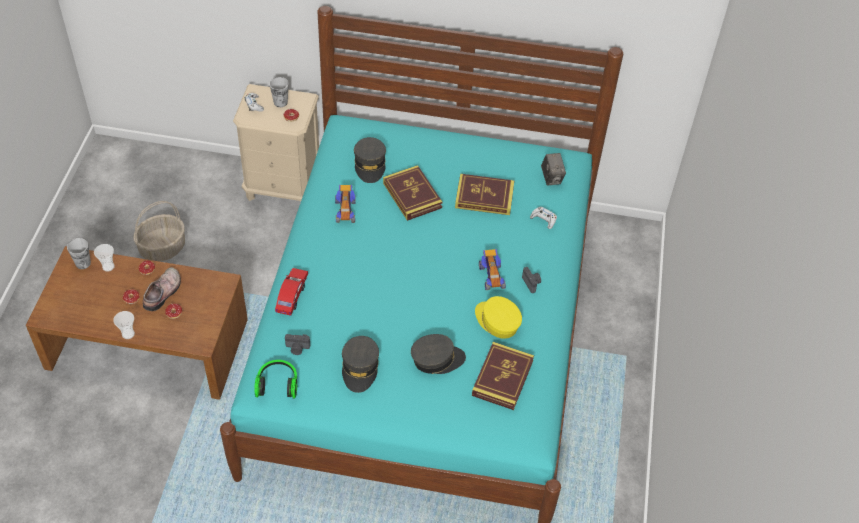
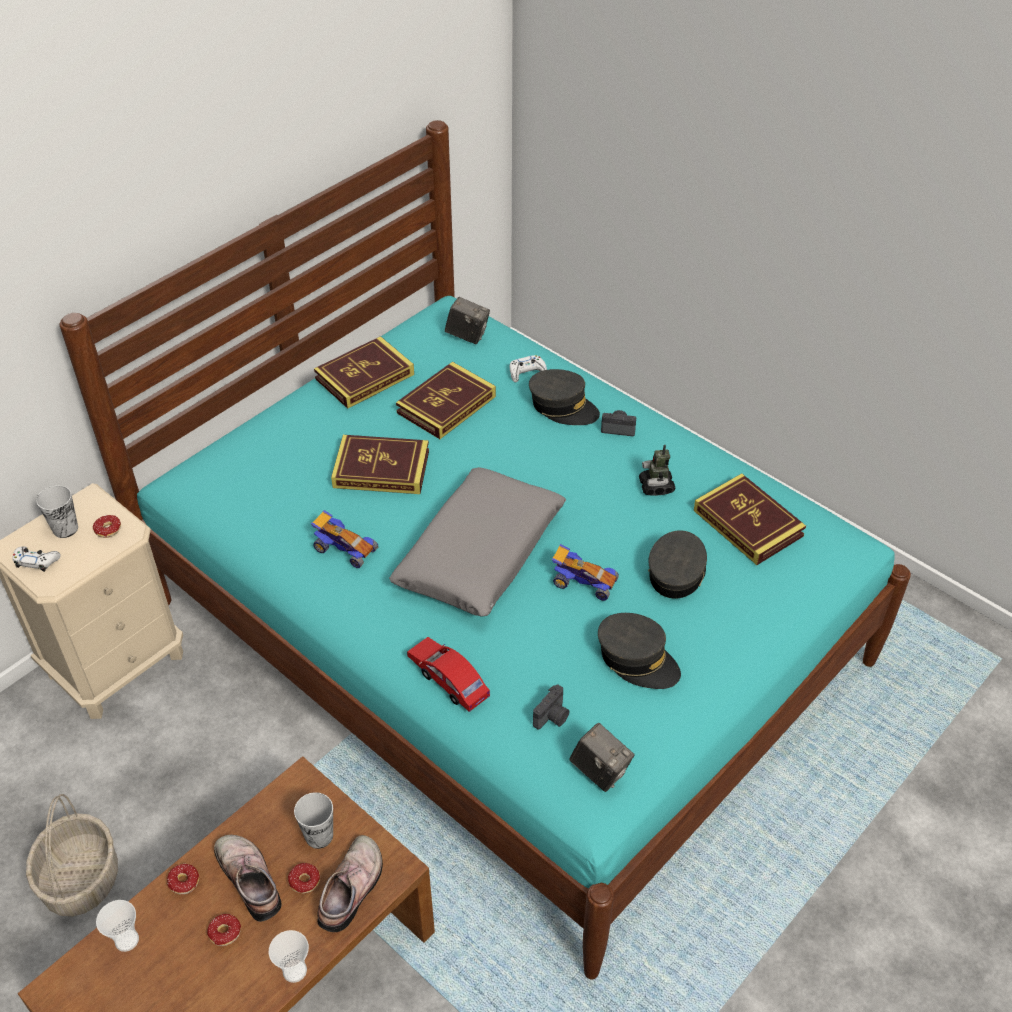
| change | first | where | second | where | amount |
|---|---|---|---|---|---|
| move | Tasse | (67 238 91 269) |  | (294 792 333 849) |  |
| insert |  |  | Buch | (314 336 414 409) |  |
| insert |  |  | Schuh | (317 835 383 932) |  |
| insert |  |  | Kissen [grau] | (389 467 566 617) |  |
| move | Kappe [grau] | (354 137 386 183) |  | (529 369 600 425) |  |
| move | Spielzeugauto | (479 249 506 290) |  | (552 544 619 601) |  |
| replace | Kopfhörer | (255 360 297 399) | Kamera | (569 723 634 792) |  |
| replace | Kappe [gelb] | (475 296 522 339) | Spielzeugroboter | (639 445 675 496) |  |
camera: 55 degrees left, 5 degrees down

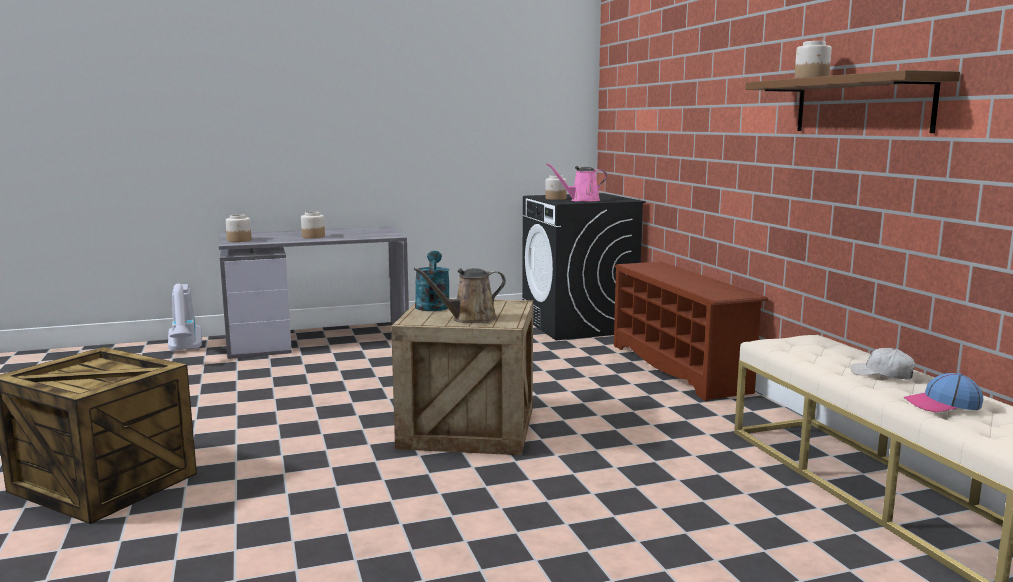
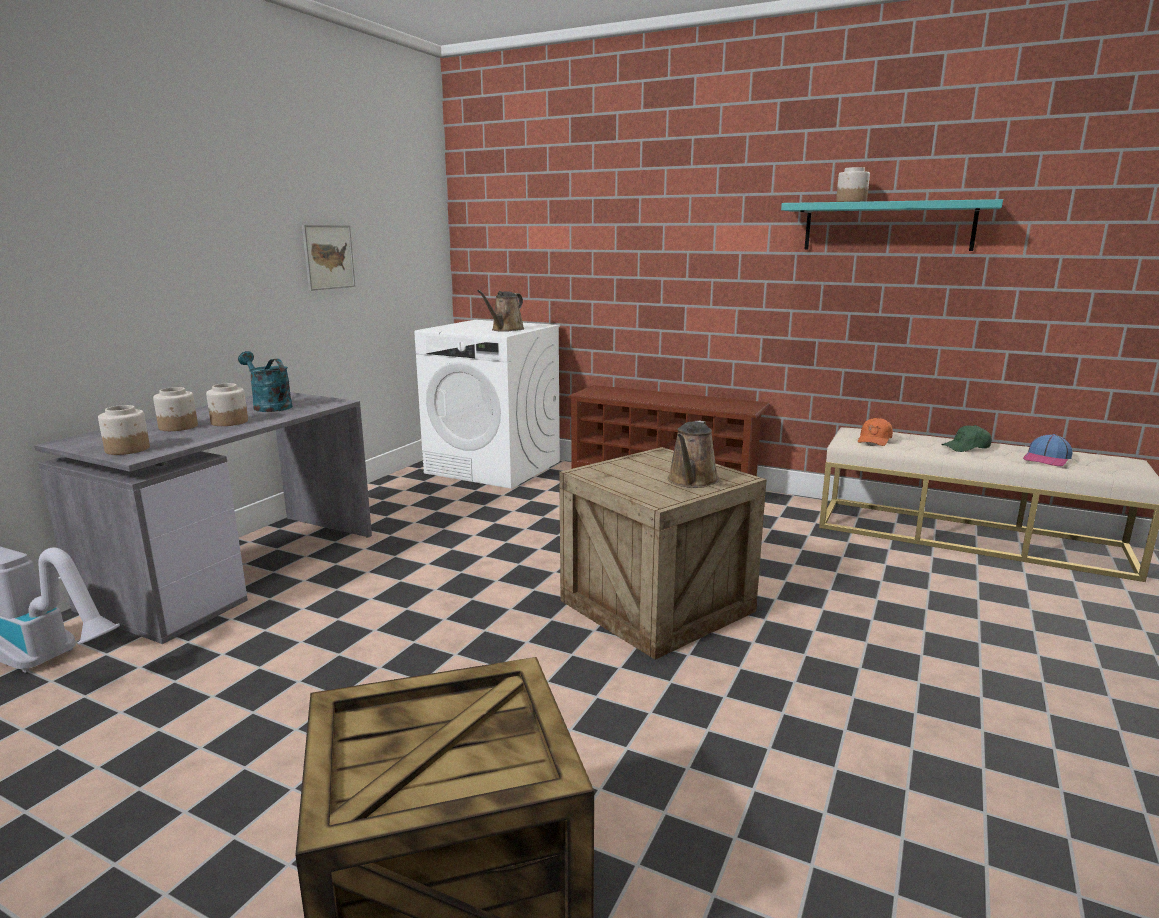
| change | first | where | second | where | amount |
|---|---|---|---|---|---|
| move | Vorratsglas | (545 175 567 200) |  | (153 387 198 431) |  |
| move | Gießkanne [türkis] | (415 251 449 311) |  | (238 351 293 412) |  |
| insert |  |  | Bild | (302 225 355 291) |  |
| recolor | Waschmaschine [schwarz] | (522 193 646 340) | Waschmaschine [weiß] | (414 320 560 489) |  |
| recolor | Gießkanne [rosa] | (546 163 607 201) | Gießkanne [braun] | (477 290 525 332) |  |
| recolor | Wandregal [braun] | (745 70 960 133) | Wandregal [türkis] | (781 199 1003 251) |  |
| insert |  |  | Kappe [orange] | (858 417 893 446) |  |
| recolor | Kappe [weiß] | (850 348 915 379) | Kappe [grün] | (941 425 992 452) |  |
camera: 45 degrees left, 5 degrees up

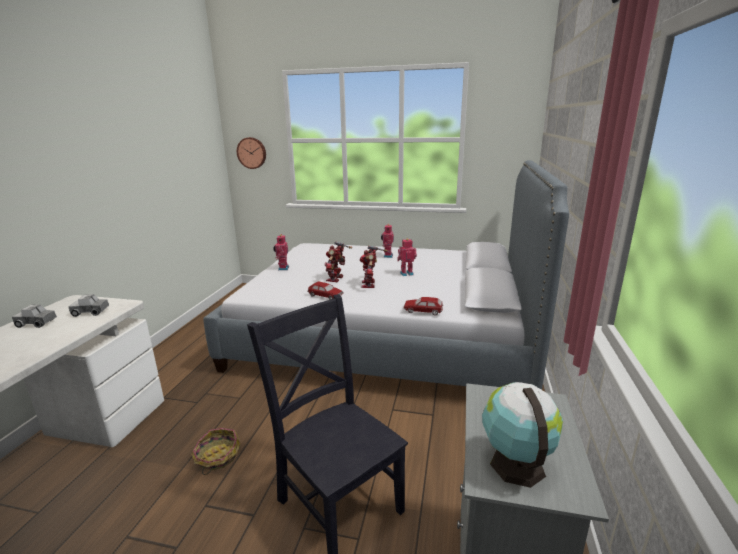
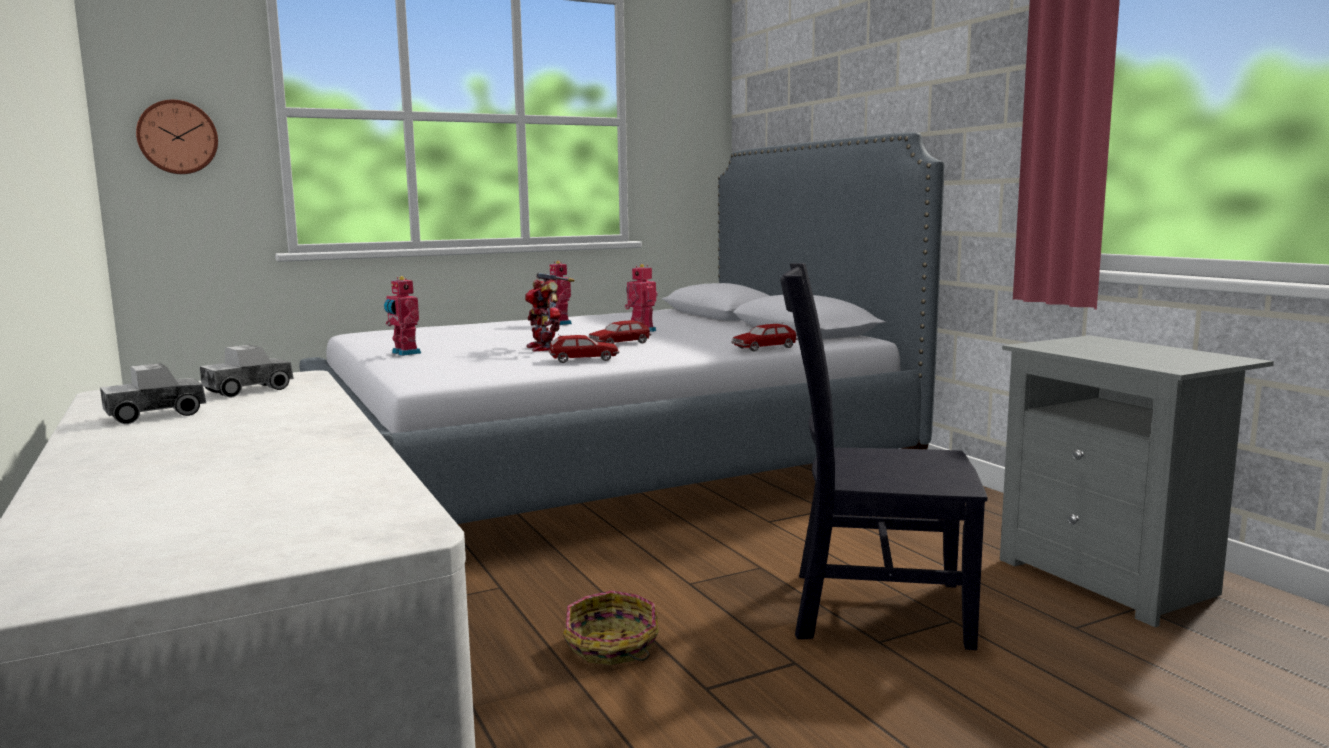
| change | first | where | second | where | amount |
|---|---|---|---|---|---|
| replace | Spielzeugroboter | (360 246 388 288) | Spielzeugauto | (589 319 652 344) |  |
| delete | Globus | (482 382 563 488) |  |  |  |
camera: 40 degrees left, 10 degrees down

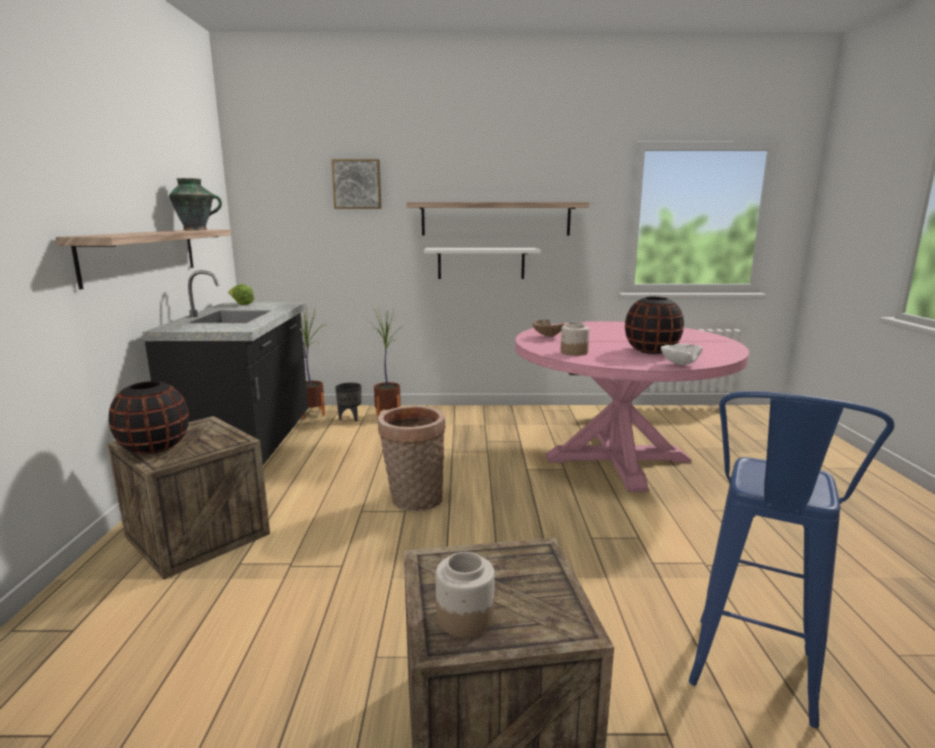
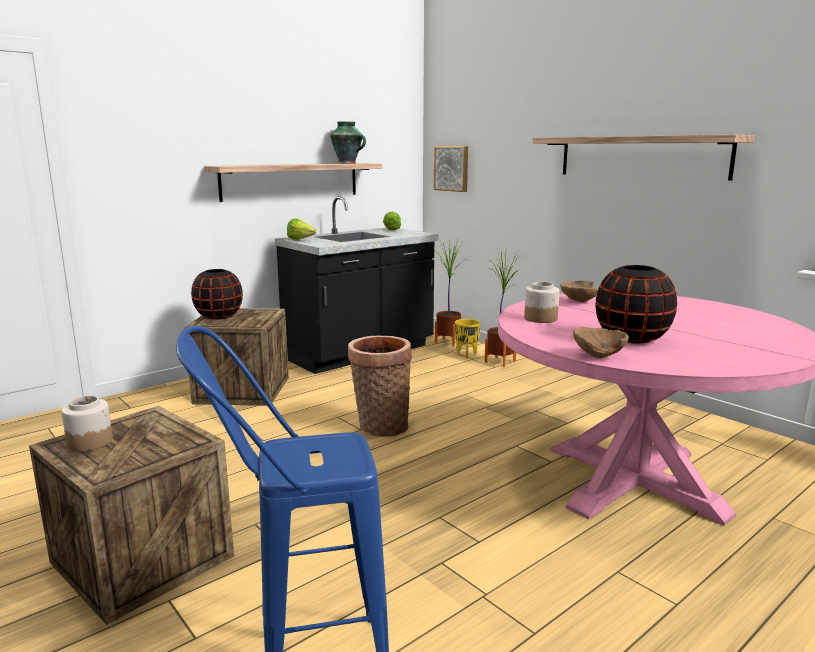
| change | first | where | second | where | amount |
|---|---|---|---|---|---|
| insert |  |  | Salatkopf | (287 219 317 240) |  |
| move | Bild | (331 159 381 209) |  | (434 146 468 192) |  |
| recolor | Pflanzkübel [schwarz] | (335 383 361 422) | Pflanzkübel [gelb] | (455 319 480 358) |  |
| recolor | Schüssel [weiß] | (661 344 703 366) | Schüssel [braun] | (573 327 629 358) |  |
| delete | Wandregal [weiß] | (424 248 541 279) |  |  |  |
camera: 50 degrees right, 0 degrees up

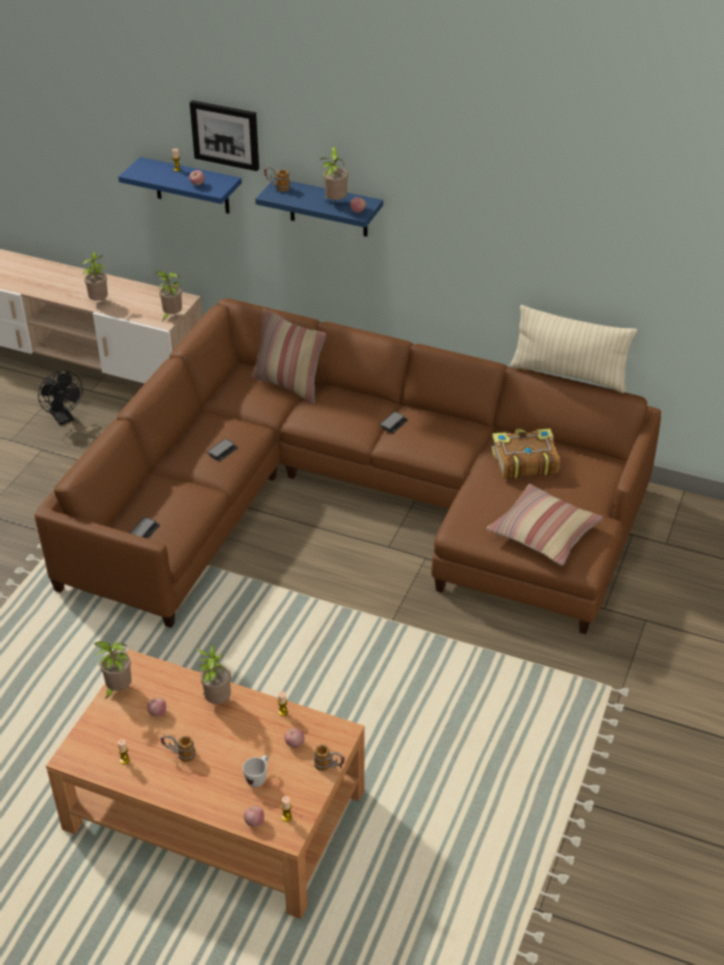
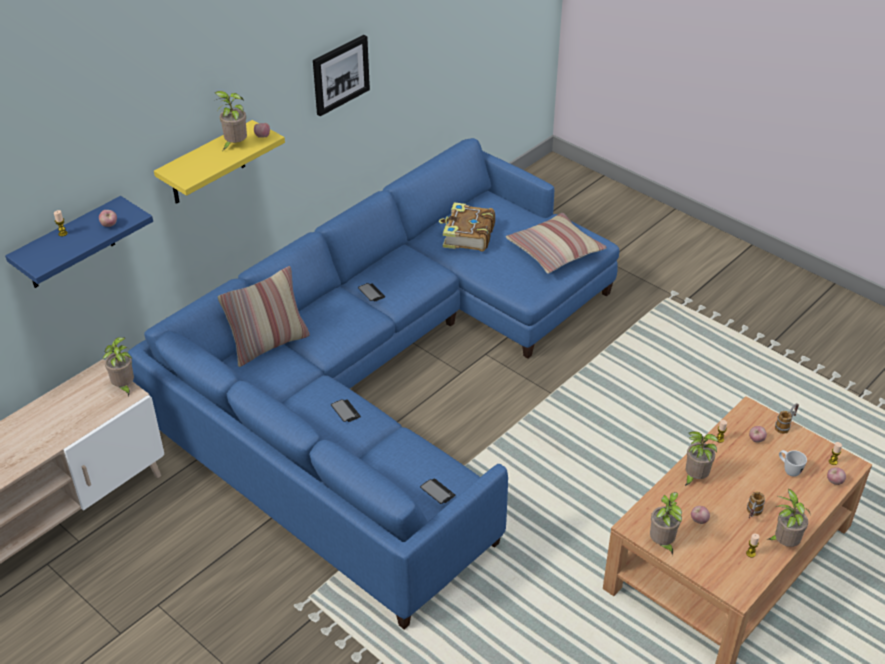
| change | first | where | second | where | amount |
|---|---|---|---|---|---|
| recolor | Sofa [braun] | (34 298 661 634) | Sofa [blau] | (127 138 620 630) |  |
| recolor | Wandregal [blau] | (255 178 383 237) | Wandregal [gelb] | (154 120 285 204) |  |
| move | Bild | (189 100 259 171) |  | (313 35 370 116) |  |
| move | Topfpflanze | (82 252 108 301) |  | (767 489 810 547) |  |
| delete | Ventilator [schwarz] | (38 371 83 425) |  |  |  |
| delete | Henkelbecher | (264 166 290 192) |  |  |  |
| delete | Kissen [beige] | (509 305 637 393) |  |  |  |
camera: 70 degrees left, 0 degrees up

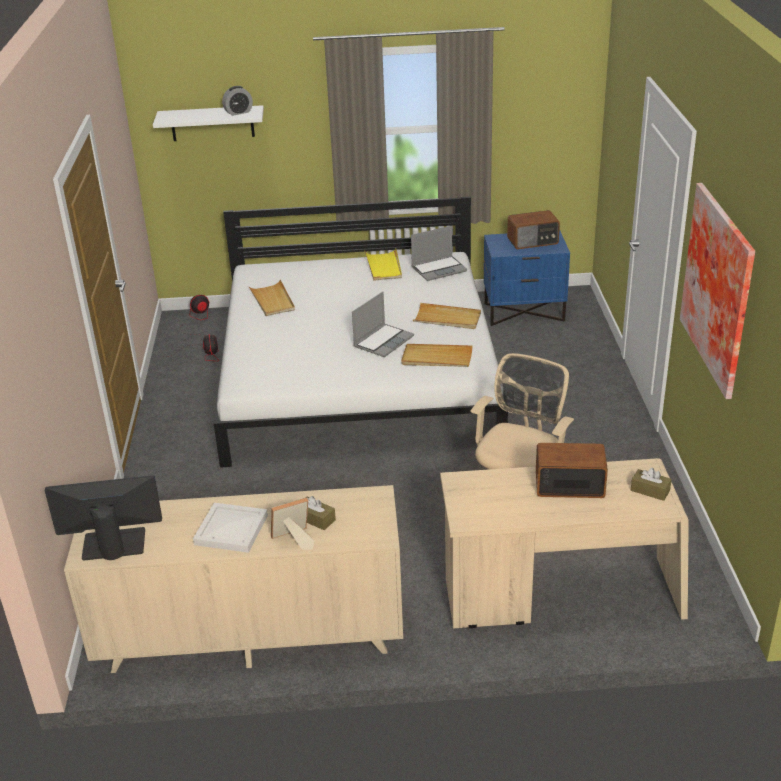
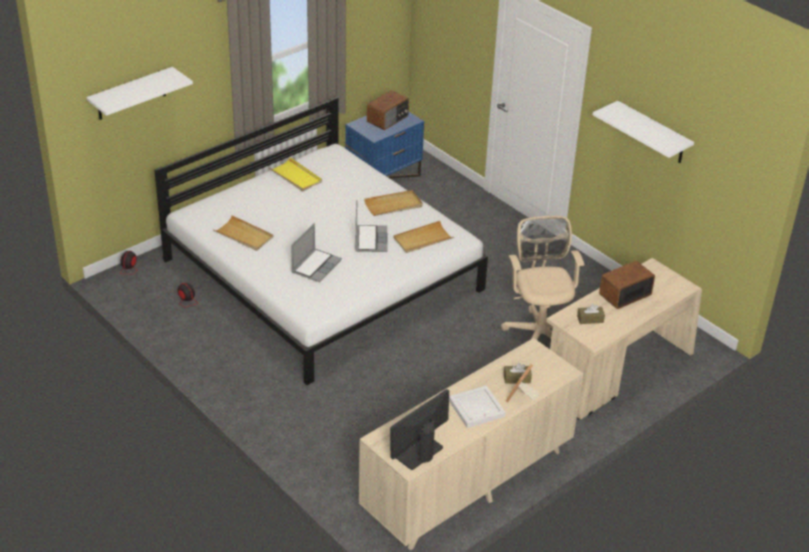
| change | first | where | second | where | amount |
|---|---|---|---|---|---|
| move | Laptop | (411 226 467 281) |  | (291 223 342 282) |  |
| move | Taschentuchbox [braun] | (631 468 672 501) |  | (577 304 605 324) |  |
| replace | Bild | (680 183 755 399) | Wandregal [weiß] | (593 101 694 163) |  |
| delete | Wecker | (222 86 253 116) |  |  |  |
camera: 40 degrees left, 5 degrees up

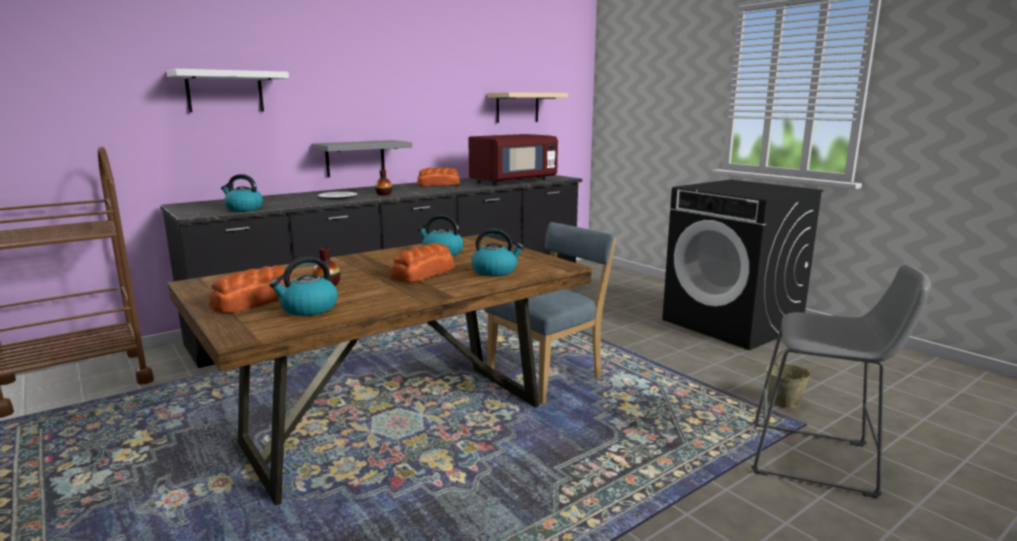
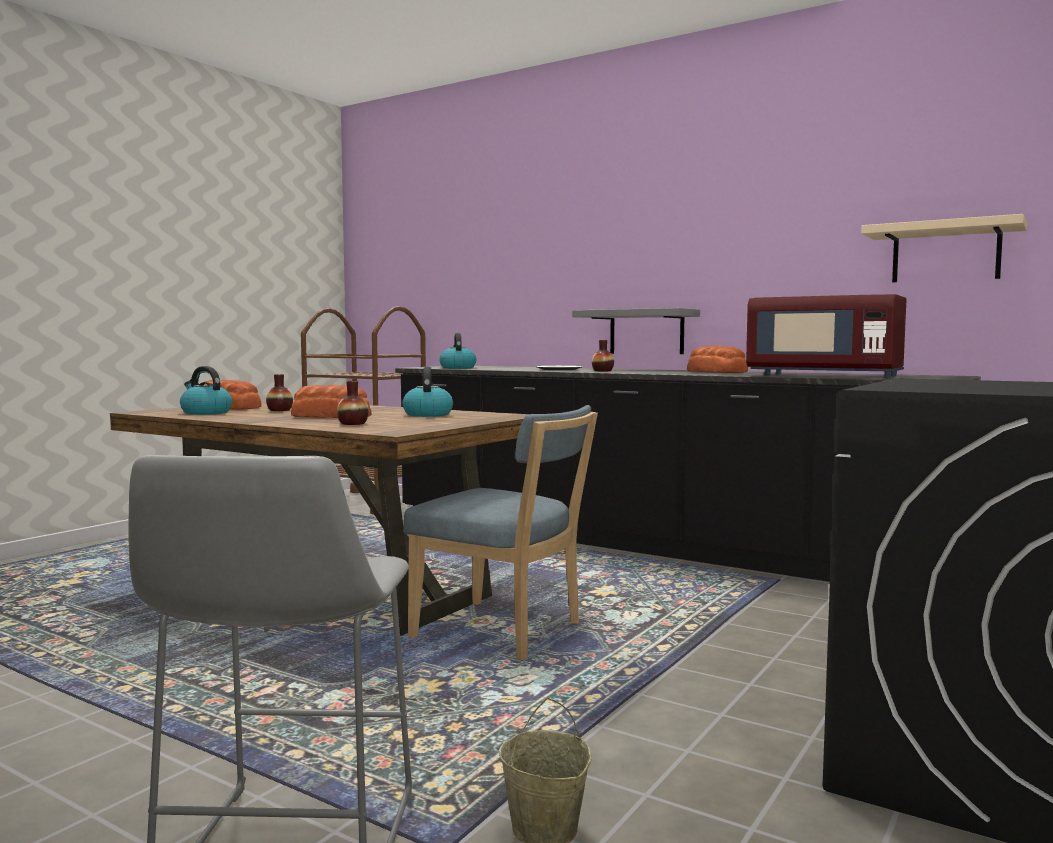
| change | first | where | second | where | amount |
|---|---|---|---|---|---|
| replace | Wasserkessel | (471 228 524 276) | Vase | (337 381 369 425) |  |
| delete | Wandregal [weiß] | (166 69 289 112) |  |  |  |
camera: 70 degrees right, 10 degrees down

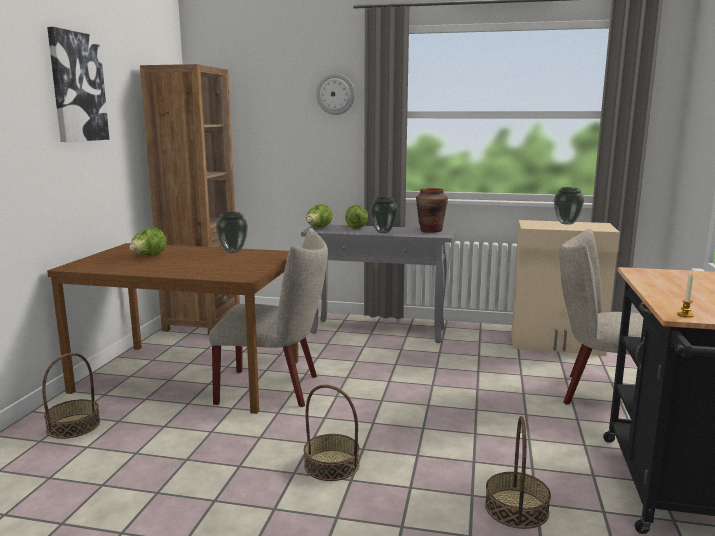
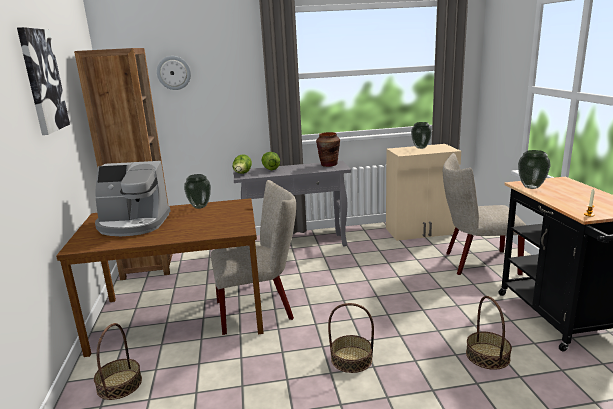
| change | first | where | second | where | amount |
|---|---|---|---|---|---|
| replace | Salatkopf | (129 227 166 256) | Kaffeemaschine | (95 161 171 236) |  |
| move | Wanduhr | (316 73 355 115) |  | (157 56 191 90) |  |
| move | Vase | (370 197 398 233) |  | (518 150 551 189) |  |
camera: 20 degrees left, 5 degrees up

